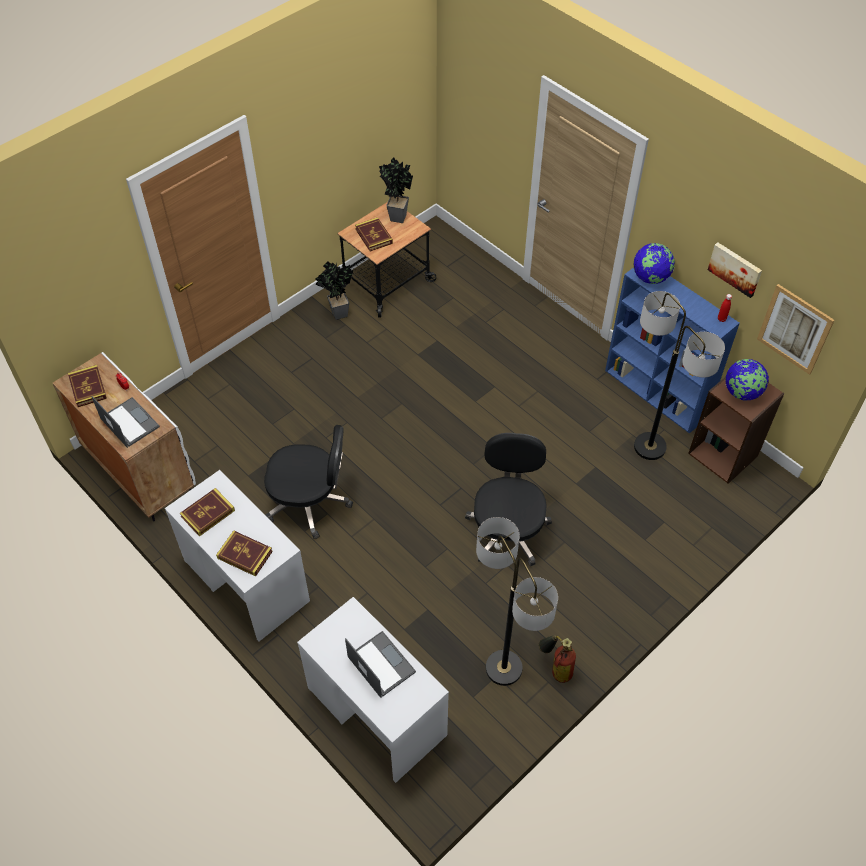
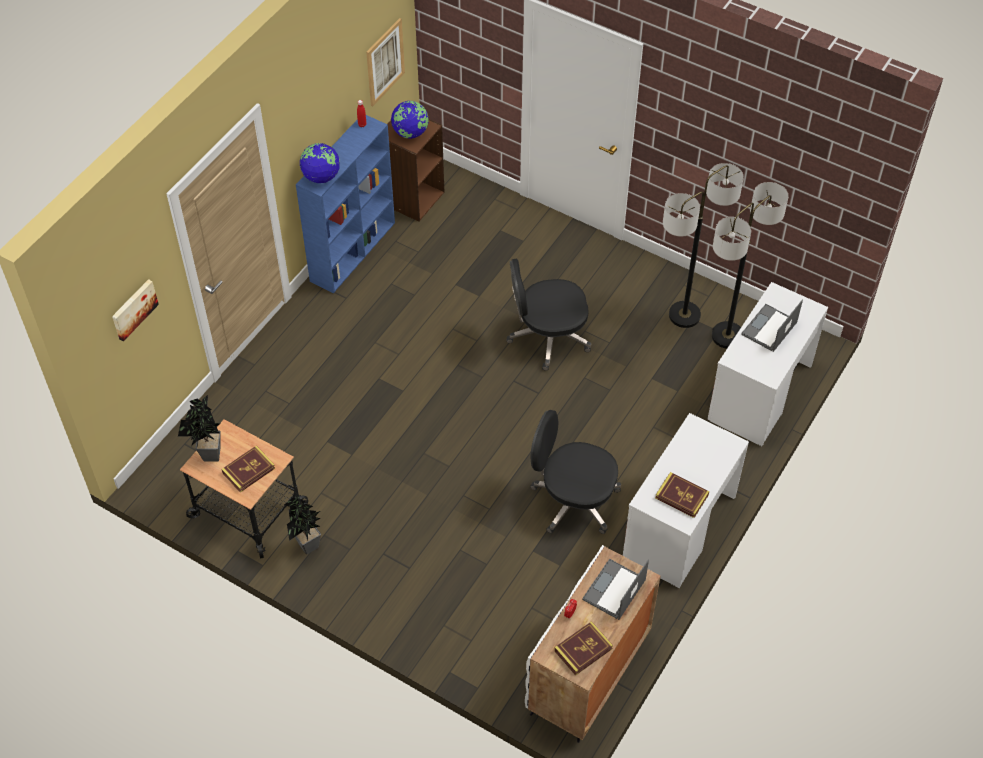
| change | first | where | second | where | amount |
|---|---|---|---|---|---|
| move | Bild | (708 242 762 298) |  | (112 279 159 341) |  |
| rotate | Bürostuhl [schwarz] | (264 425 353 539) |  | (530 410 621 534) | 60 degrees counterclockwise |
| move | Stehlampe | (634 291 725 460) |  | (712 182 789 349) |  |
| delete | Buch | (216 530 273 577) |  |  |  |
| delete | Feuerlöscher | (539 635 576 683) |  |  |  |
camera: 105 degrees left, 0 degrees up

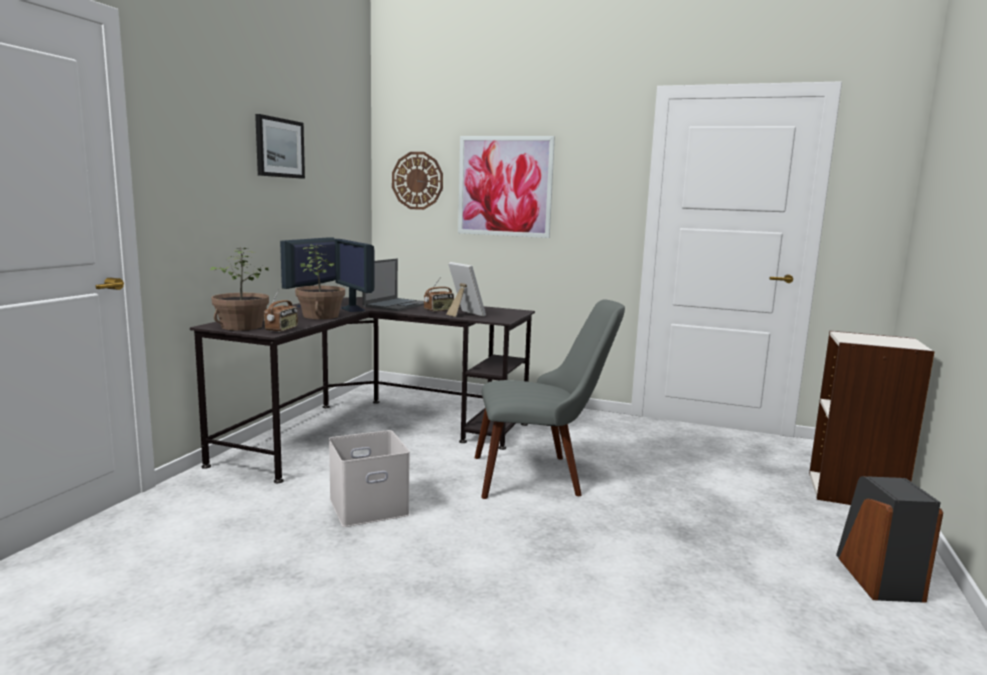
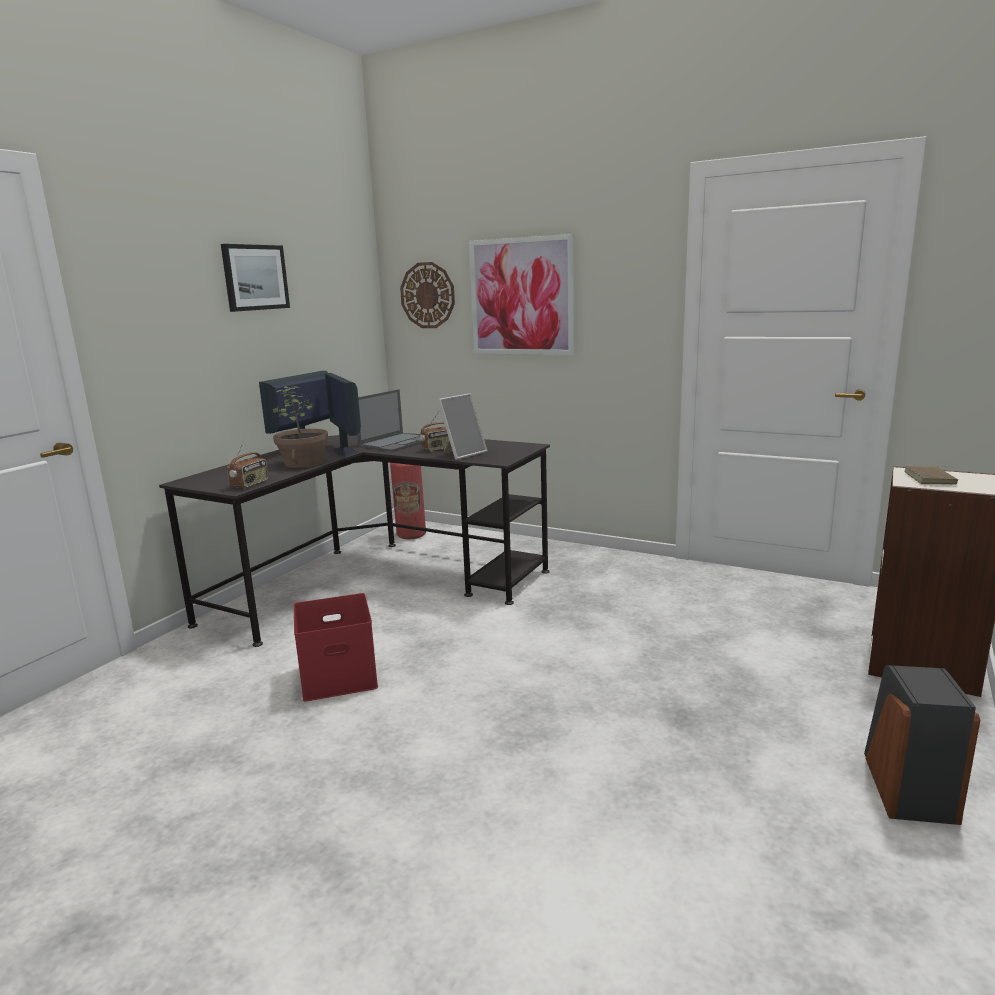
| change | first | where | second | where | amount |
|---|---|---|---|---|---|
| recolor | Aufbewahrungsbox [weiß] | (329 430 410 527) | Aufbewahrungsbox [rot] | (294 593 378 702) |  |
| insert |  |  | Feuerlöscher | (390 463 426 539) |  |
| rotate | Bilderrahmen | (446 262 486 317) |  | (438 393 488 460) | 75 degrees clockwise |
| insert |  |  | Buch [braun] | (904 466 958 485) |  |
| delete | Topfpflanze | (210 247 269 331) |  |  |  |
| delete | Stuhl [grau] | (475 299 625 499) |  |  |  |
camera: 10 degrees right, 5 degrees up

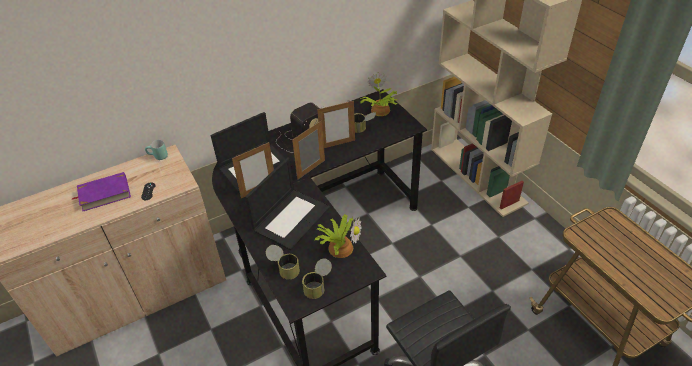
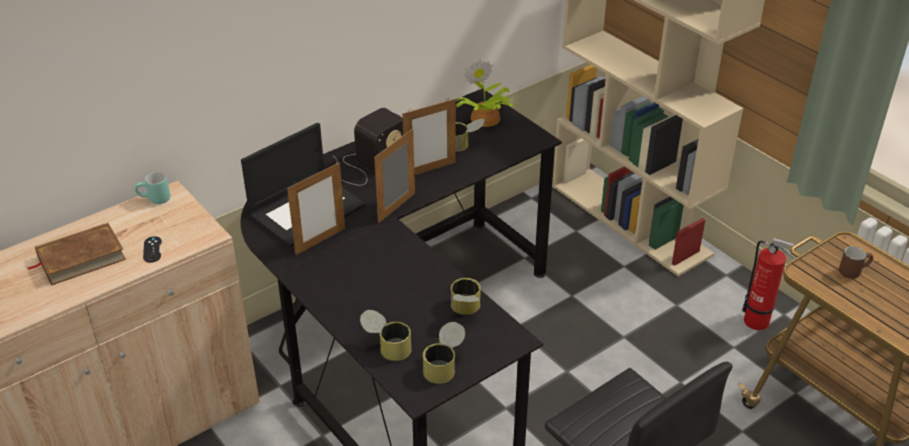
| change | first | where | second | where | amount |
|---|---|---|---|---|---|
| recolor | Buch [lila] | (71 172 131 212) | Buch [braun] | (27 223 126 286) |  |
| replace | Topfpflanze | (314 214 362 258) | Dose | (451 278 481 315) |  |
| insert |  |  | Feuerlöscher | (742 238 797 330) |  |
| insert |  |  | Henkelbecher [braun] | (839 246 873 279) |  |
| delete | Laptop | (245 157 330 251) |  |  |  |
camera: 10 degrees left, 5 degrees down

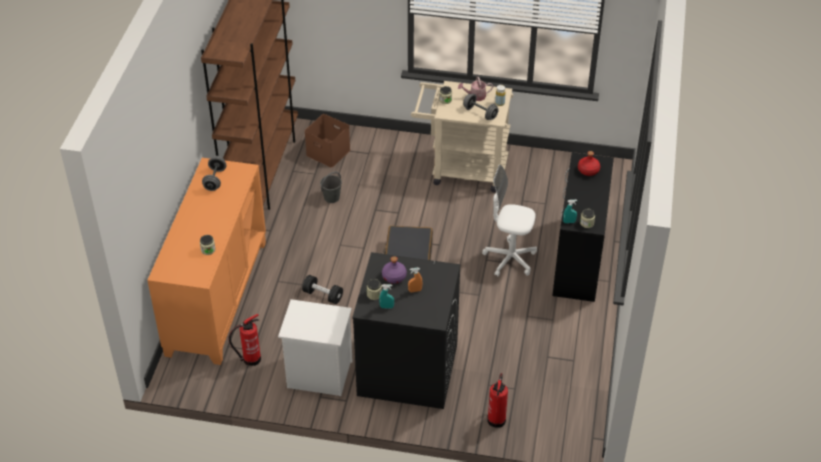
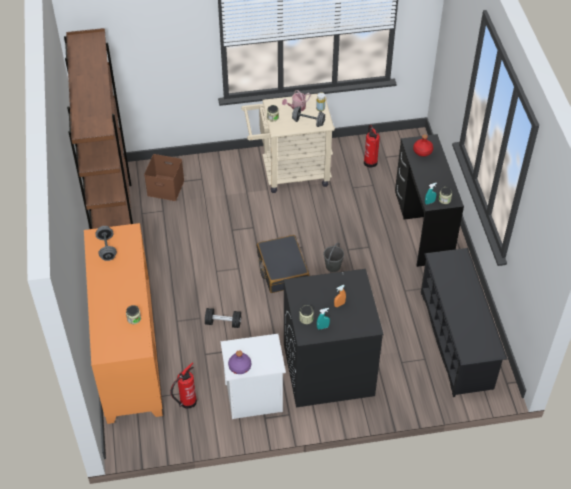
| change | first | where | second | where | amount |
|---|---|---|---|---|---|
| move | Flasche [lila] | (382 256 407 284) |  | (228 350 251 374) |  |
| move | Eimer [grau] | (320 171 342 203) |  | (324 243 344 272) |  |
| move | Feuerlöscher | (487 373 508 428) |  | (364 125 380 168) |  |
| insert |  |  | Schuhregal [schwarz] | (421 248 507 397) |  |
| delete | Bürostuhl [weiß] | (482 165 537 276) |  |  |  |
camera: 20 degrees left, 5 degrees up

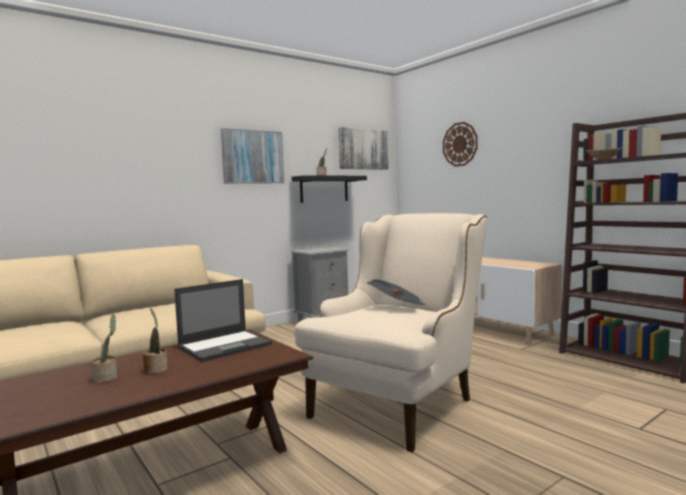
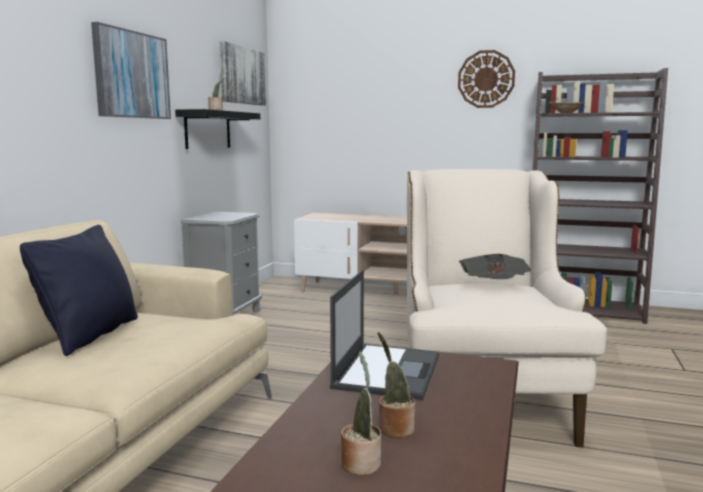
| change | first | where | second | where | amount |
|---|---|---|---|---|---|
| insert |  |  | Kissen [schwarz] | (20 225 138 356) |  |
| move | Wanduhr | (443 122 478 167) |  | (458 50 515 108) |  |
camera: 35 degrees left, 5 degrees up

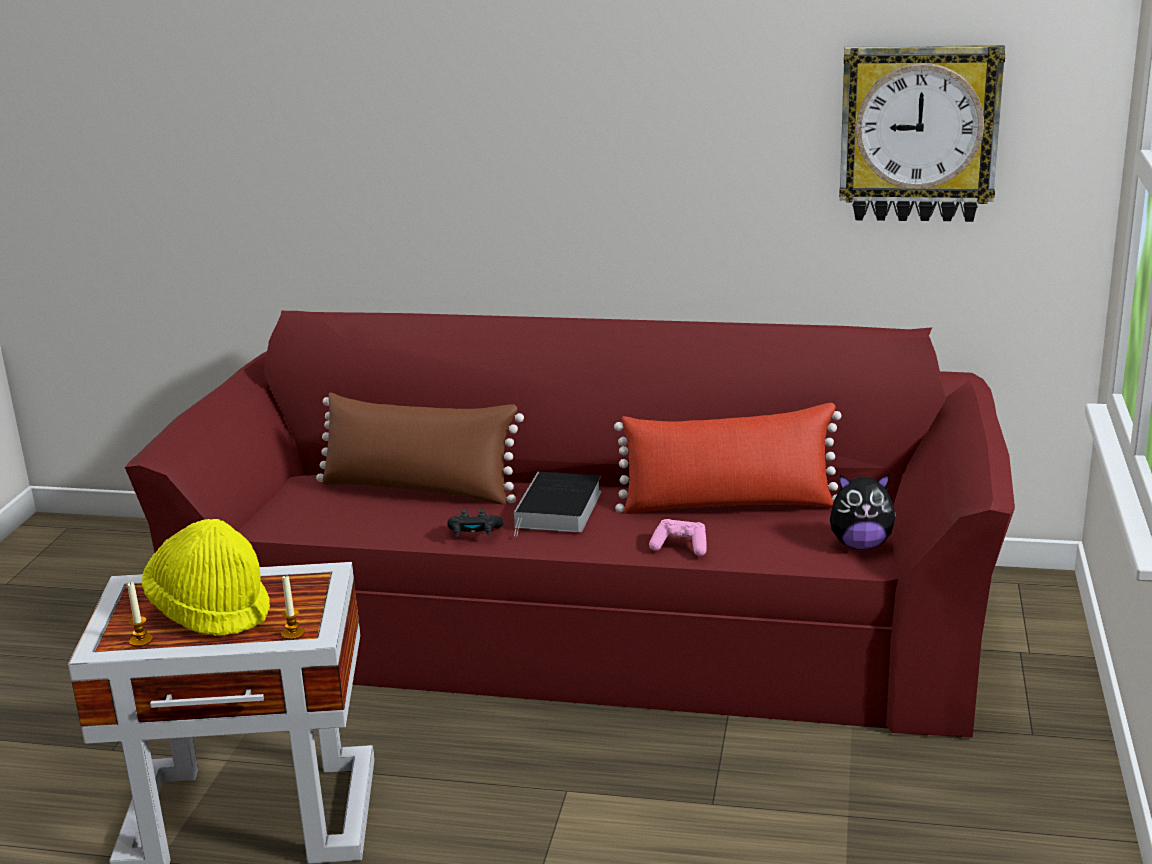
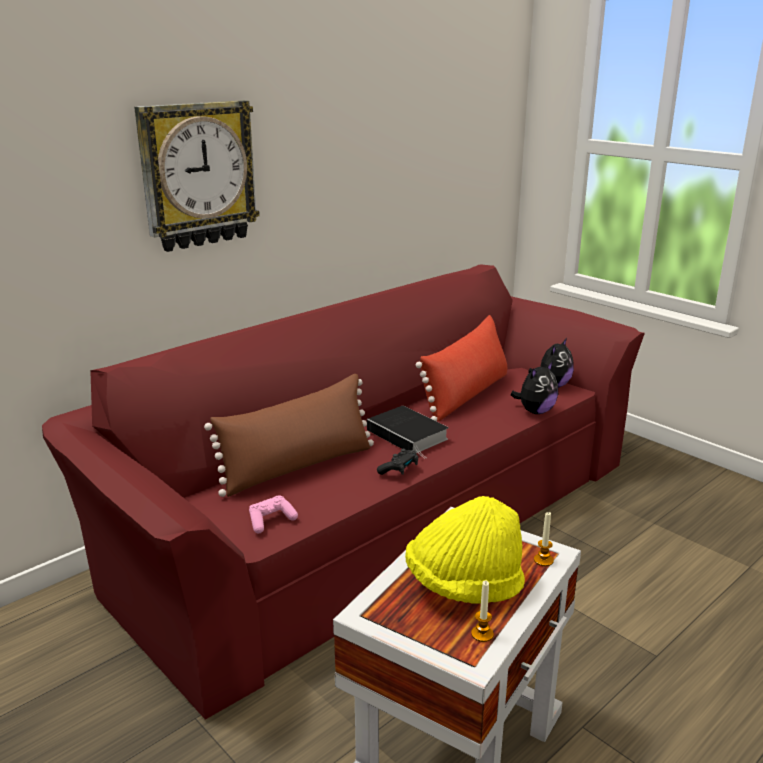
| change | first | where | second | where | amount |
|---|---|---|---|---|---|
| move | Wanduhr | (839 45 1005 222) |  | (134 100 260 252) |  |
| move | Gamepad [rosa] | (649 519 707 556) |  | (249 496 298 533) |  |
| insert |  |  | Plüschtier | (510 361 558 414) |  |
camera: 55 degrees left, 0 degrees up

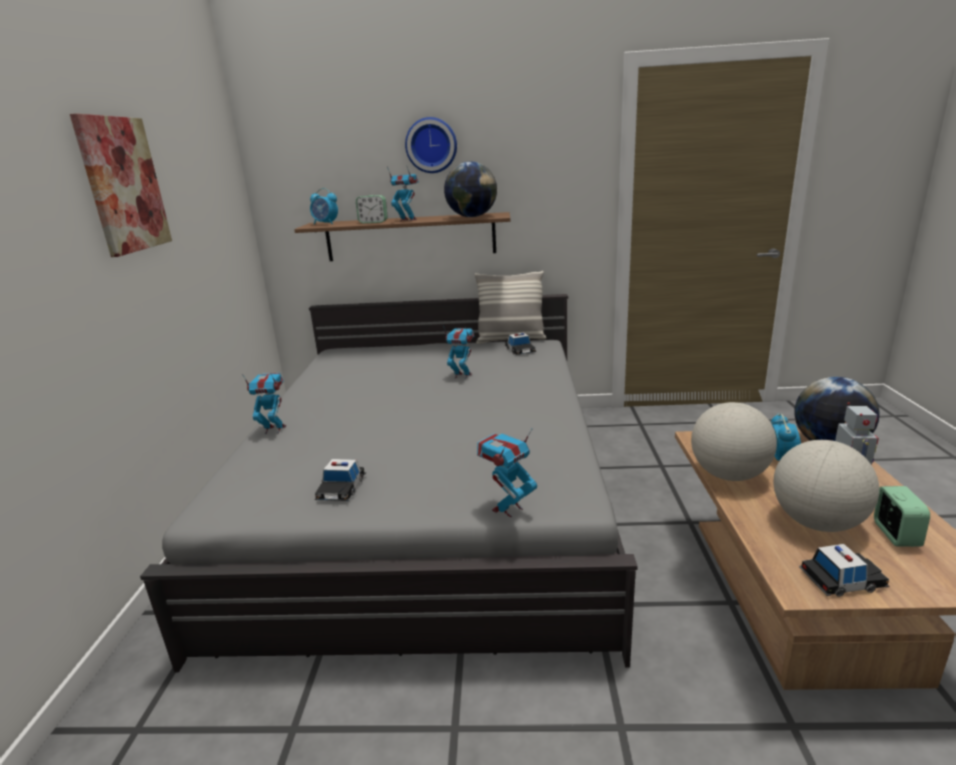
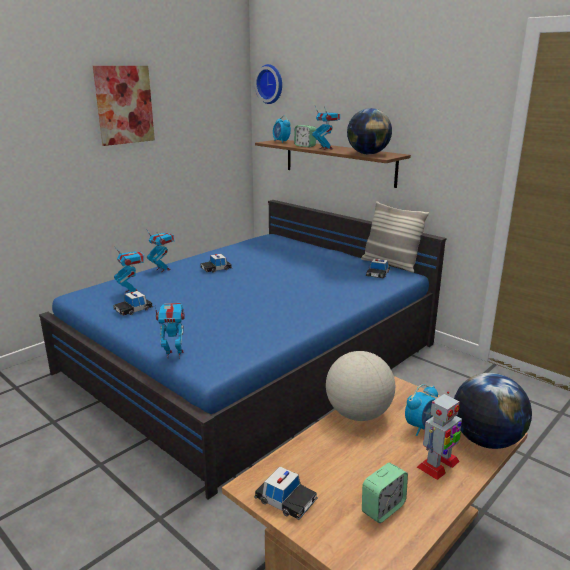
| change | first | where | second | where | amount |
|---|---|---|---|---|---|
| recolor | Bett [grau] | (140 294 638 673) | Bett [blau] | (39 200 447 500) |  |
| move | Spielzeugroboter | (443 326 474 379) |  | (114 246 144 292) |  |
| insert |  |  | Spielzeugauto | (200 254 232 273) |  |
| move | Wanduhr | (405 117 457 173) |  | (254 64 282 104) |  |
| delete | Globus | (773 440 879 532) |  |  |  |
camera: 40 degrees right, 0 degrees up

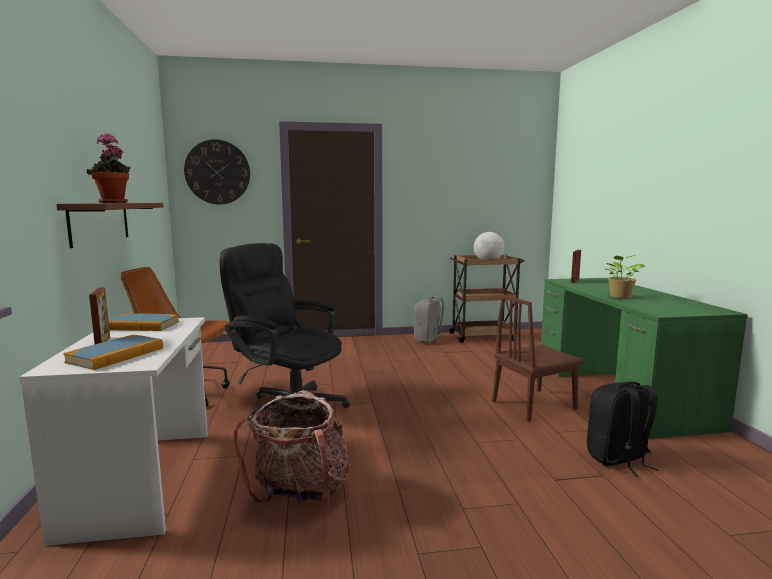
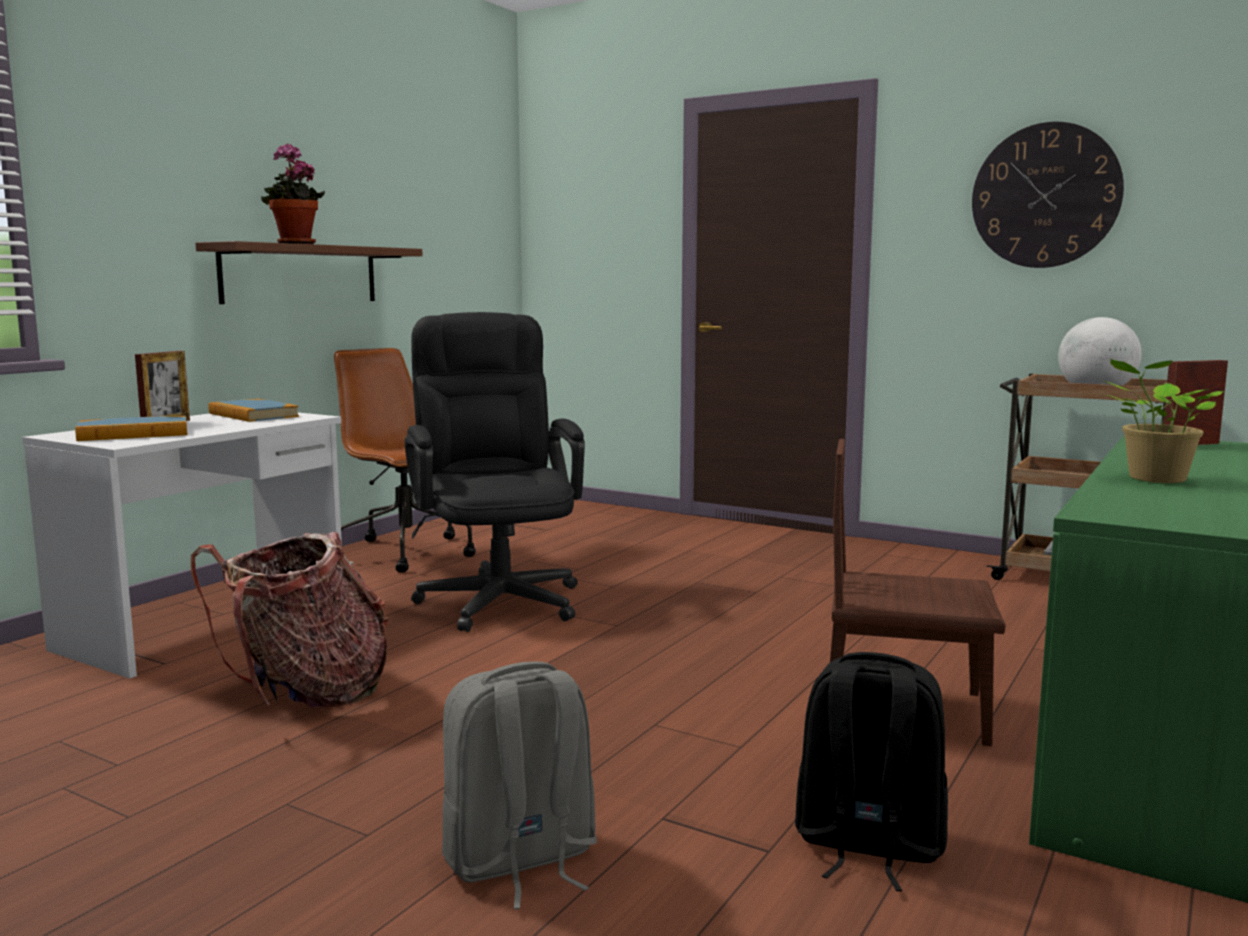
| change | first | where | second | where | amount |
|---|---|---|---|---|---|
| move | Rucksack [grau] | (414 297 444 344) |  | (442 661 597 909) |  |
| move | Wanduhr | (184 139 250 205) |  | (972 122 1124 268) |  |
camera: 40 degrees right, 0 degrees up

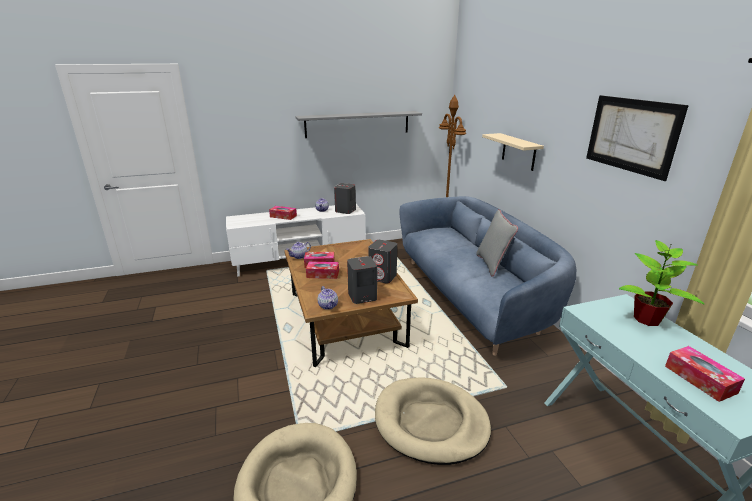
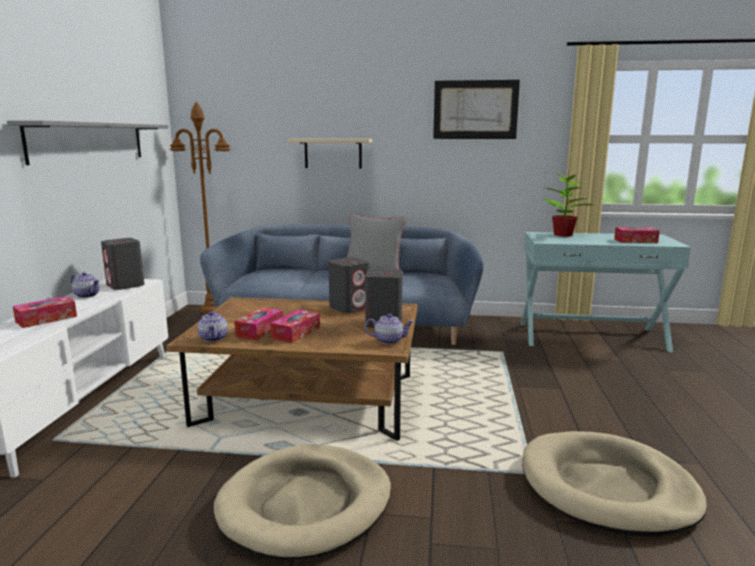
| change | first | where | second | where | amount |
|---|---|---|---|---|---|
| move | Hundebett [beige] | (375 377 491 465) |  | (214 444 391 560) |  |
camera: 65 degrees left, 10 degrees down

